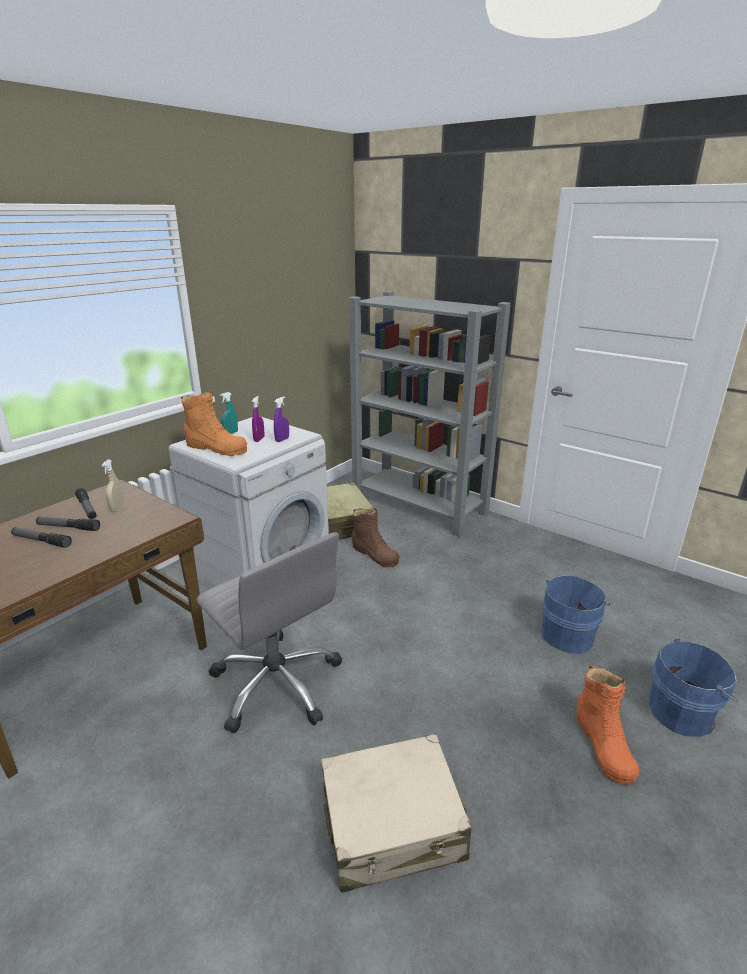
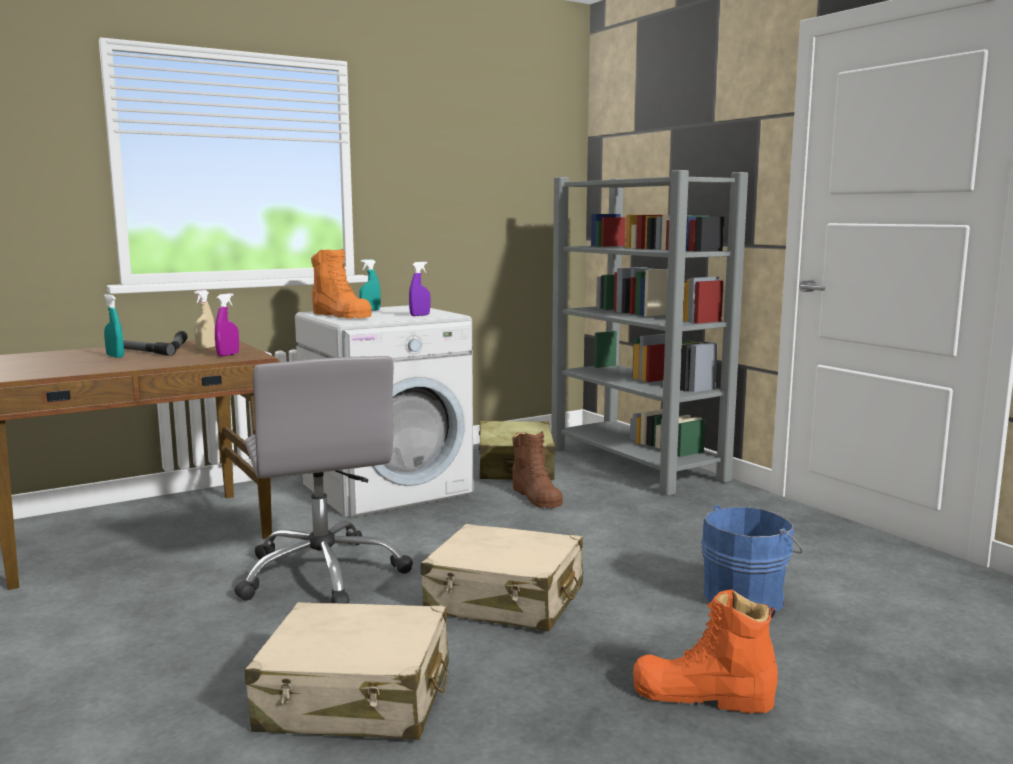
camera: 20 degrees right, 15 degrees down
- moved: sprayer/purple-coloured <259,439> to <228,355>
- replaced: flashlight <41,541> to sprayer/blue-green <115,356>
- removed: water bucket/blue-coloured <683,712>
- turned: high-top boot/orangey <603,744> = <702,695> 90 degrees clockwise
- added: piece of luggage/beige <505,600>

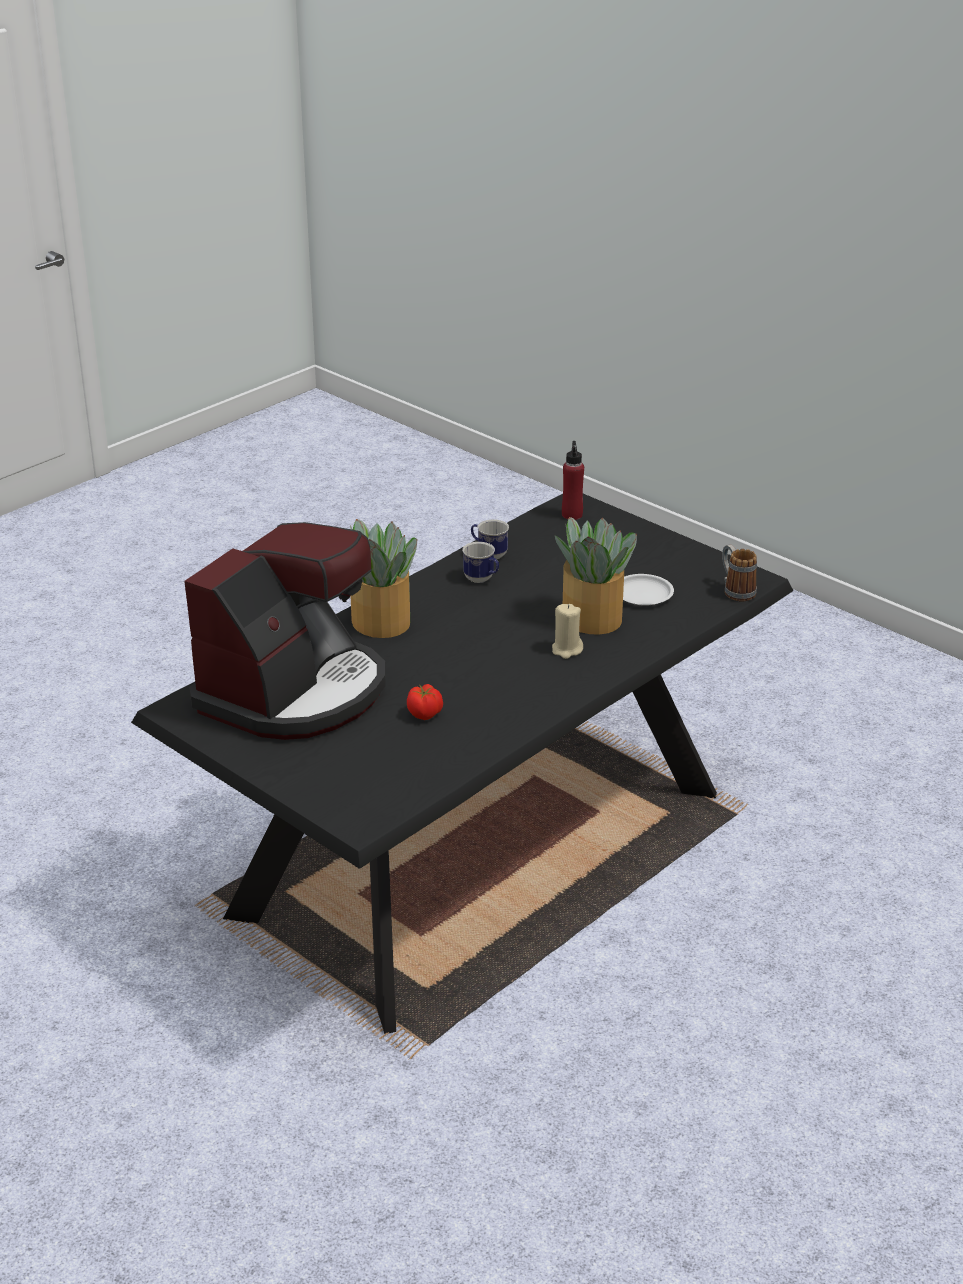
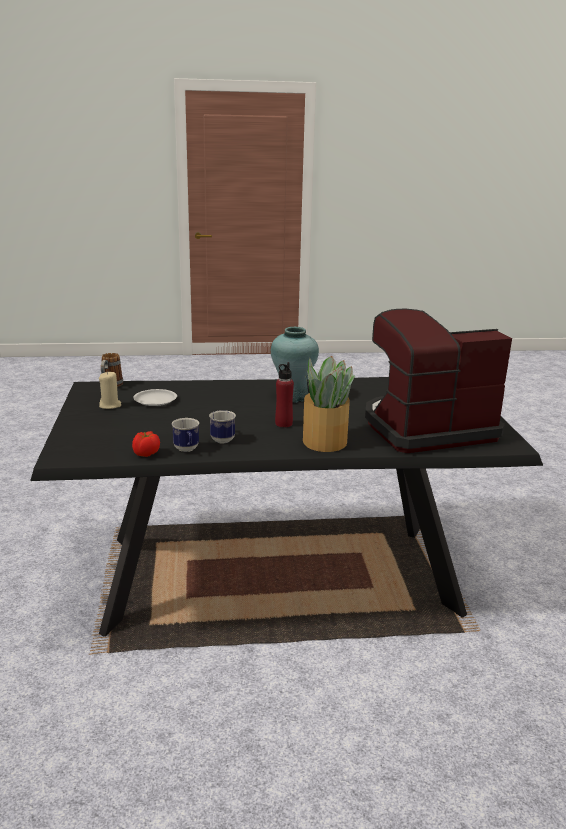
camera: 140 degrees left, 10 degrees down
- moved: beverage bottle/reddish <572,515> to <283,424>
- removed: houseplant <592,619>
- moved: candle/beige <566,650> to <110,405>
- moved: tomato <425,714> to <146,454>
- added: flower vase/blue-green <293,397>

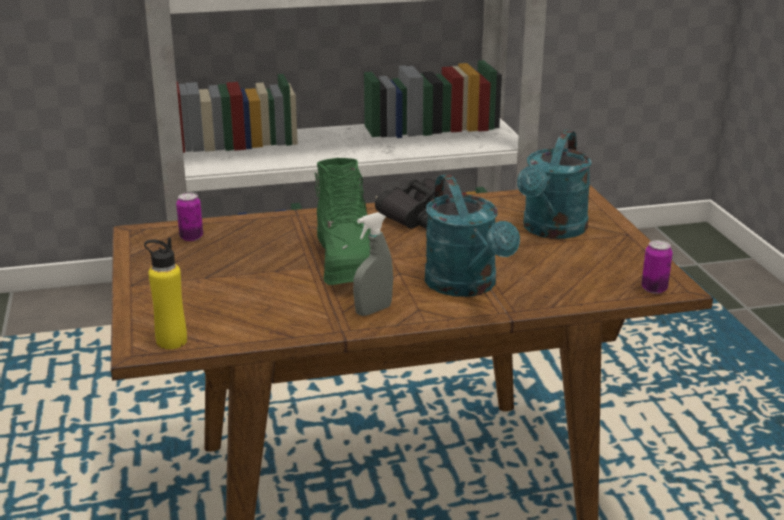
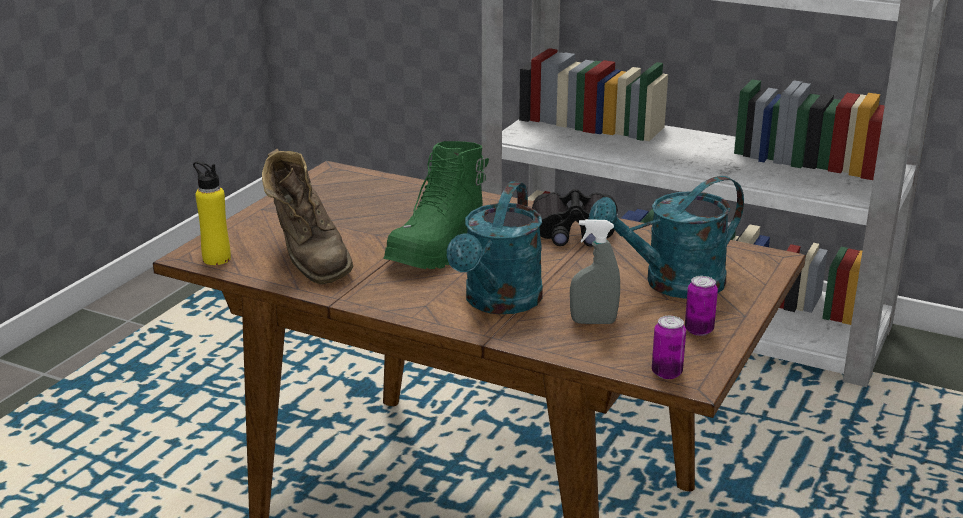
camera: 40 degrees right, 0 degrees up
- moved: can <191,237> to <699,330>
- moved: sprayer/greyish <373,310> to <593,322>
- added: high-top boot/brown <309,260>

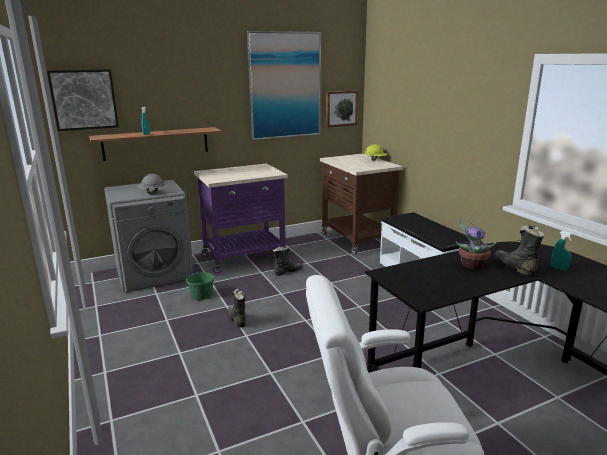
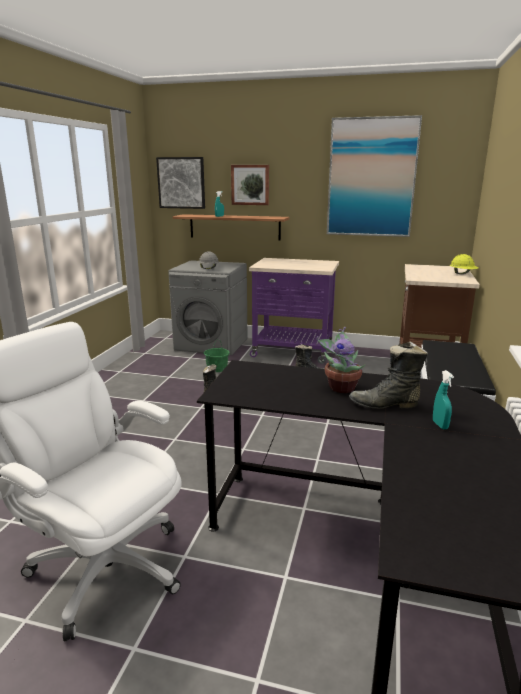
camera: 40 degrees right, 0 degrees up
- moved: picture <341,108> to <250,185>
- turned: high-top boot/black-coloured <514,267> = <385,405> 105 degrees counterclockwise

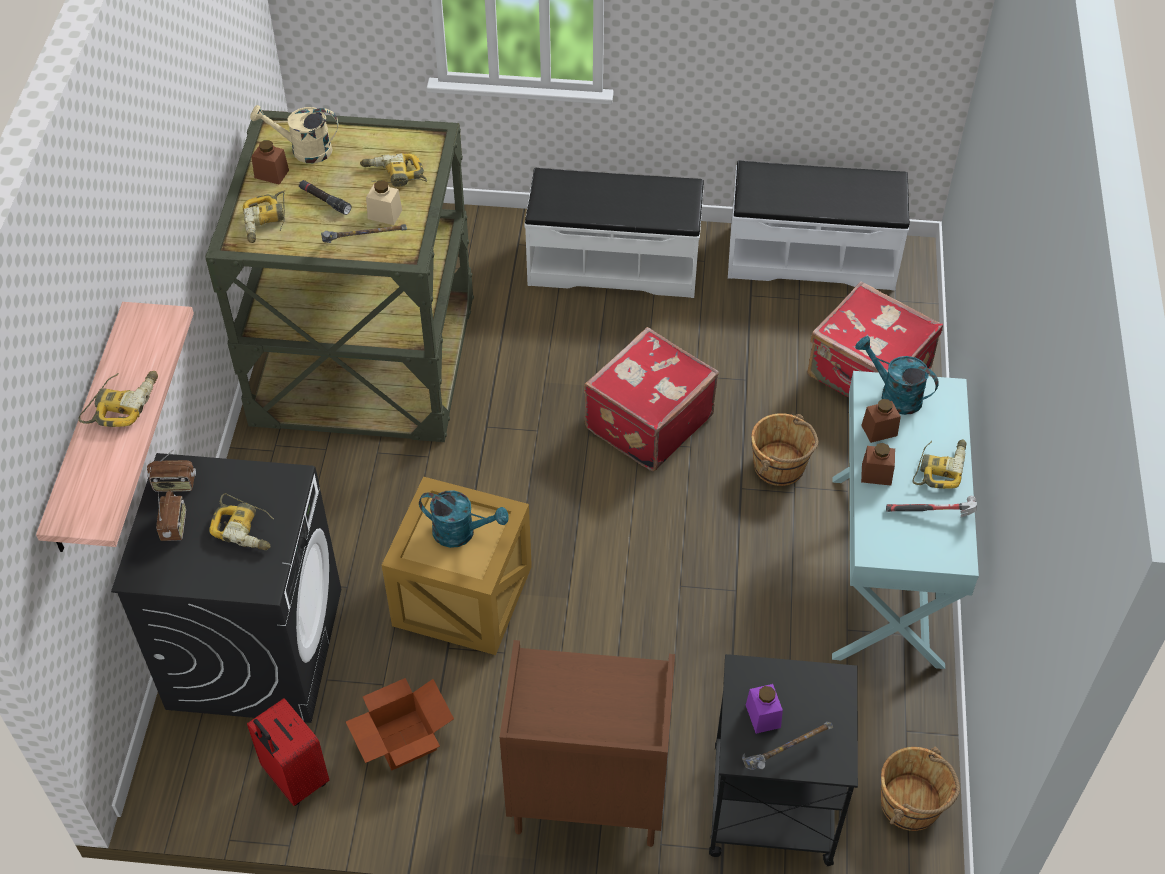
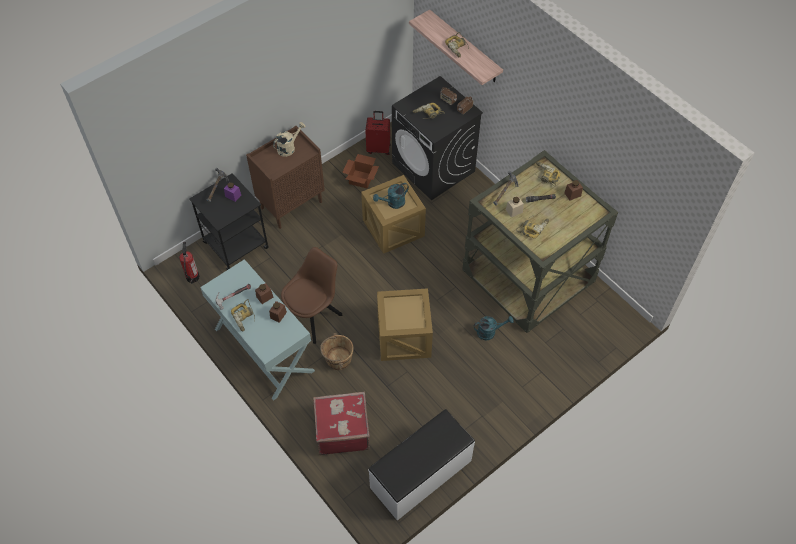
camera: 135 degrees right, 5 degrees up
- moved: sprinkling can/beige <304,150> to <289,147>
- removed: bench/white <613,264>
- replaced: piece of luggage/reddish <646,421> to packing crate <404,336>
- moved: sprinkling can/blue-green <894,395> to <489,332>
- replaced: water bucket/brown <911,804> to extinguisher <192,277>
- added: chair/brown <314,317>

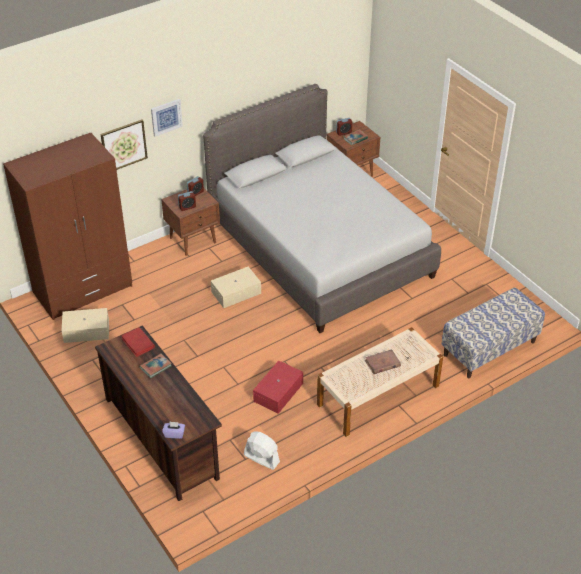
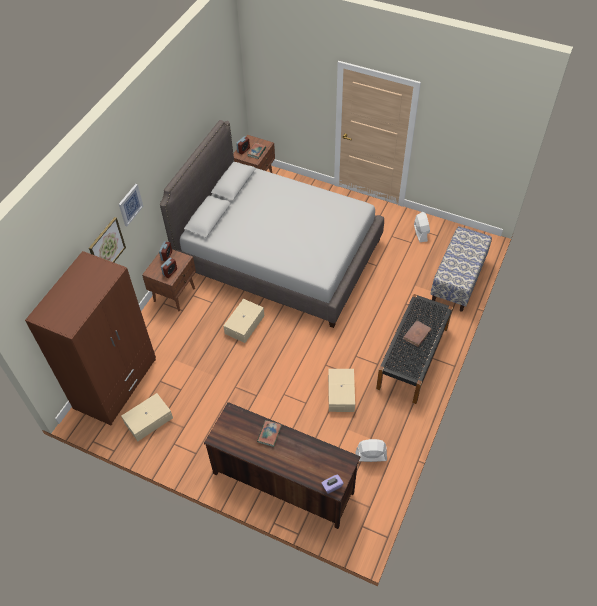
camera: 30 degrees left, 10 degrees up
- removed: volume/reddish <138,343>
- recoloured: bench/beige <378,396> to bench/black-coloured <413,358>
- recoloured: storage container/reddish <277,392> to storage container/beige <340,394>
- added: fan/white <420,233>

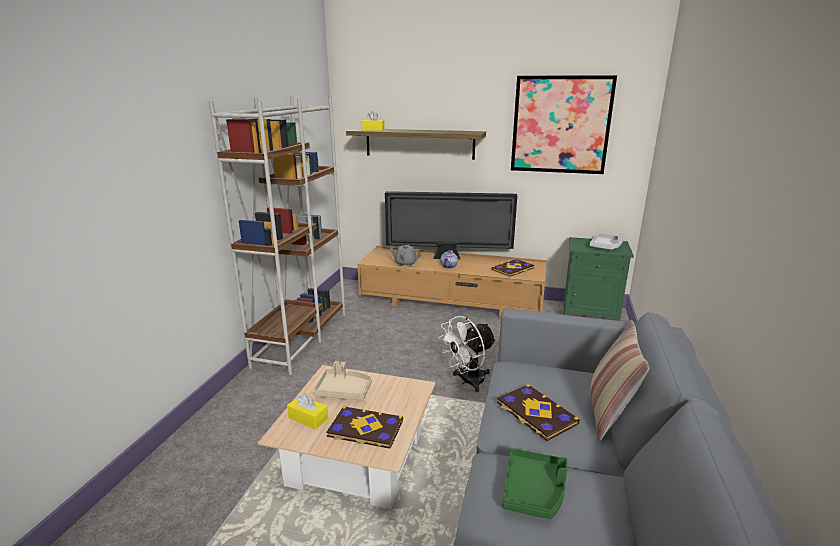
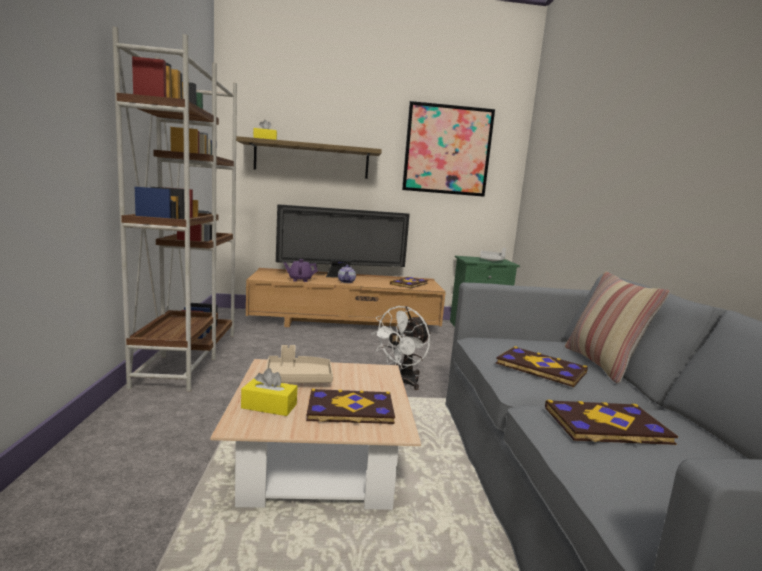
camera: 20 degrees left, 10 degrees down
- recoloured: tea pot/greyish <405,264> to tea pot/purple-coloured <300,280>
- replaced: tray/green <534,491> to volume <607,426>

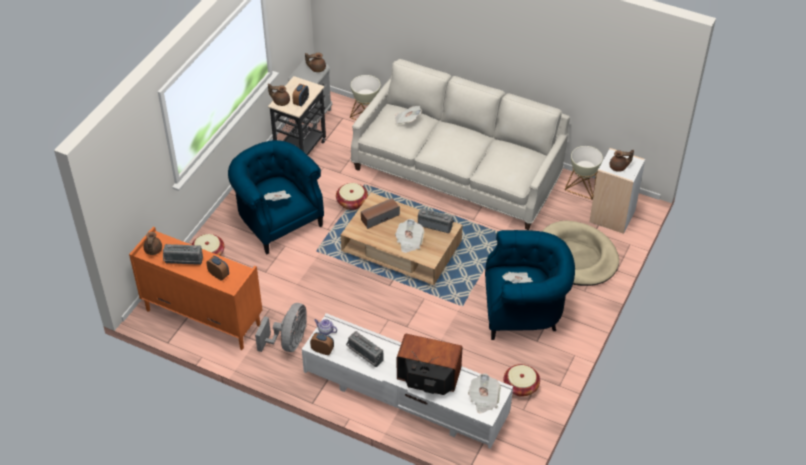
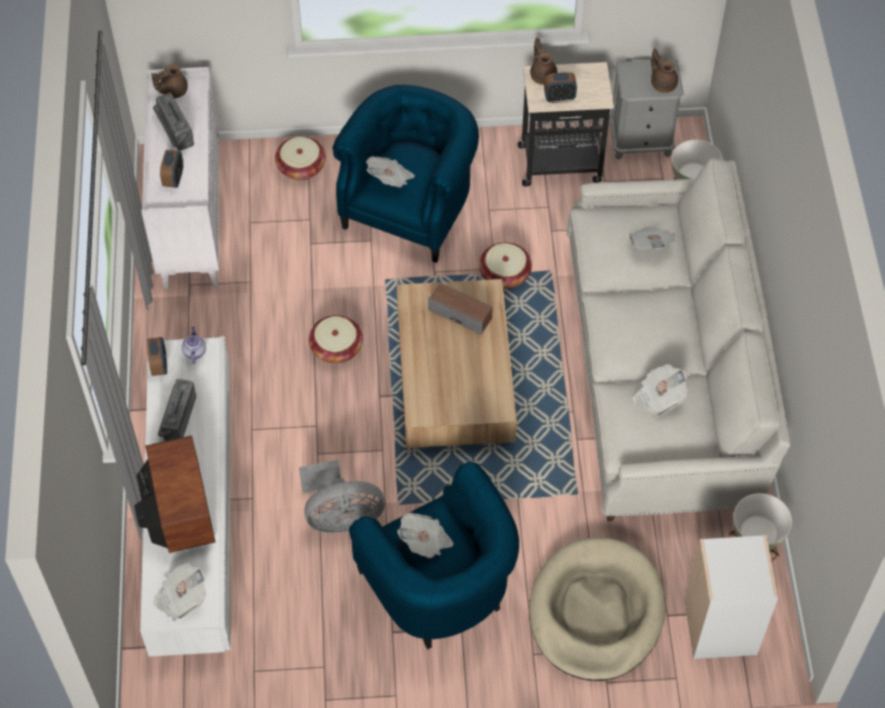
camera: 60 degrees right, 10 degrees up
- removed: tea pot/brown <619,167>
- removed: radio <435,225>
- moved: printed paper <409,242> to <658,398>
- recoloured: storage cabinet/orangey <202,317> to storage cabinet/white <192,219>
- moved: fan/greyish <288,342> to <341,517>
- moved: storage basket <521,386> to <336,348>

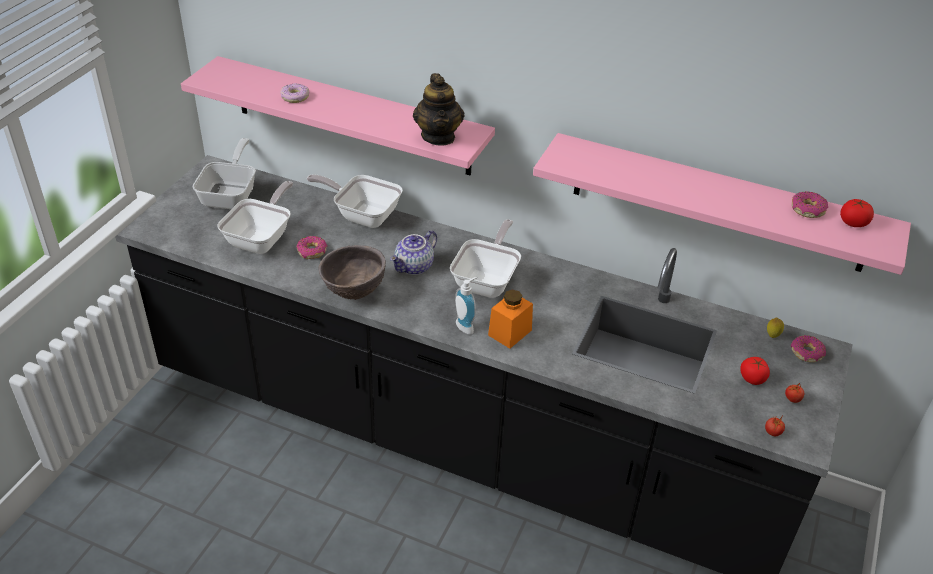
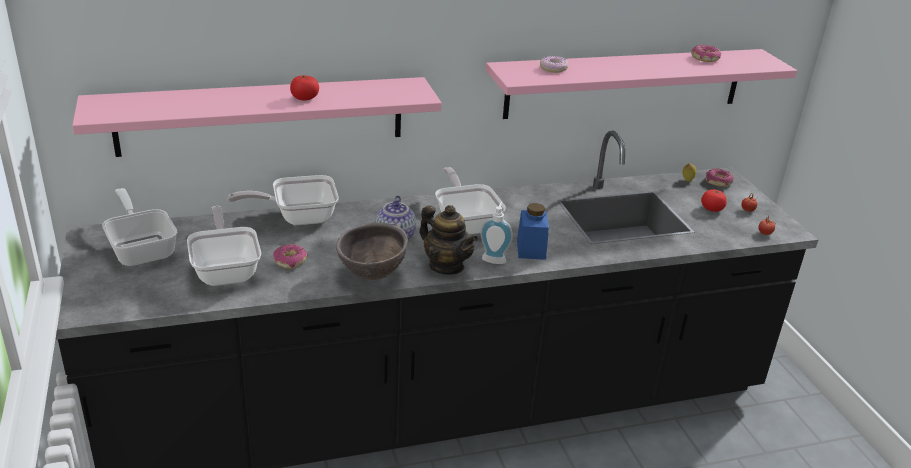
camera: 40 degrees left, 10 degrees down
- moved: tea pot <438,136> to <446,266>
- moved: donut <295,97> to <553,69>
- moved: tomato <853,223> to <305,98>
- recoloured: preserve jar/orangey <510,332> to preserve jar/blue-coloured <531,249>

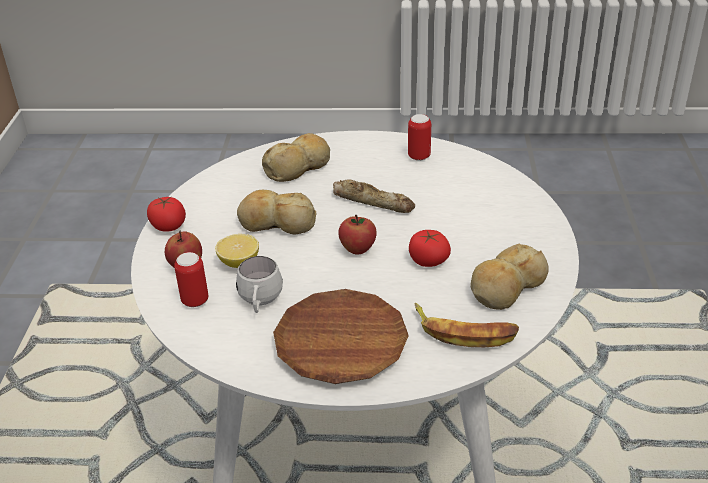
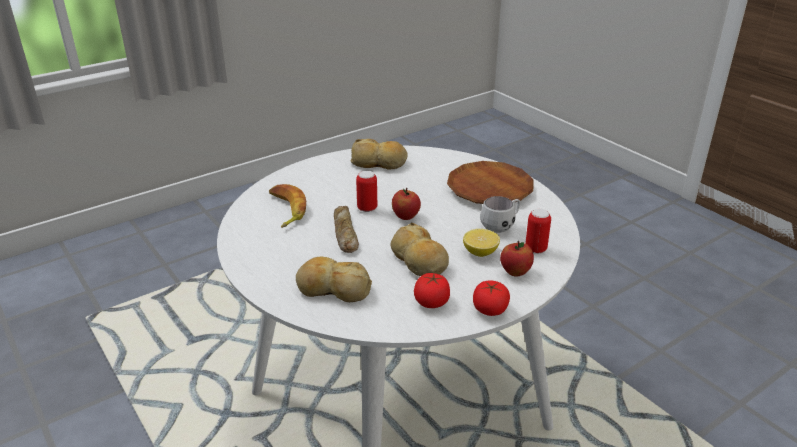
camera: 130 degrees left, 5 degrees down
- moved: can <419,156> to <367,208>
- moved: tomato <428,260> to <431,301>
- moved: banana <465,332> to <285,210>

